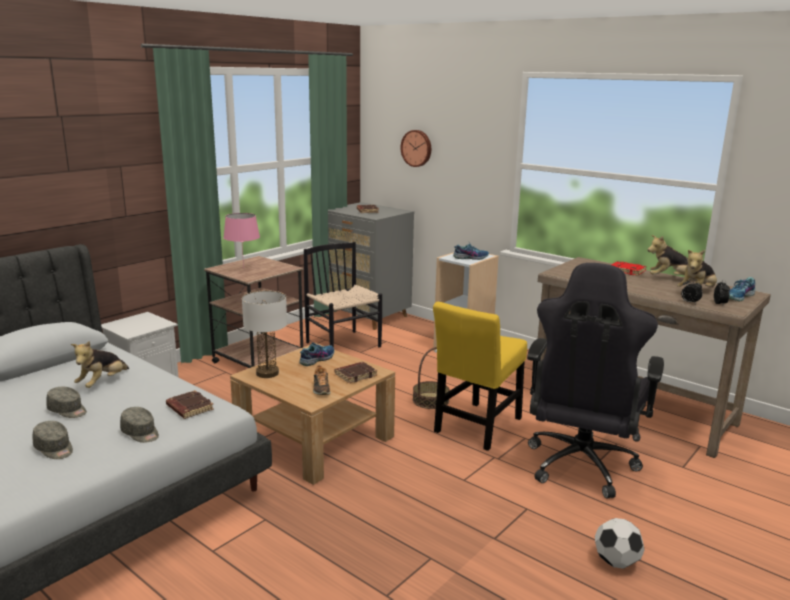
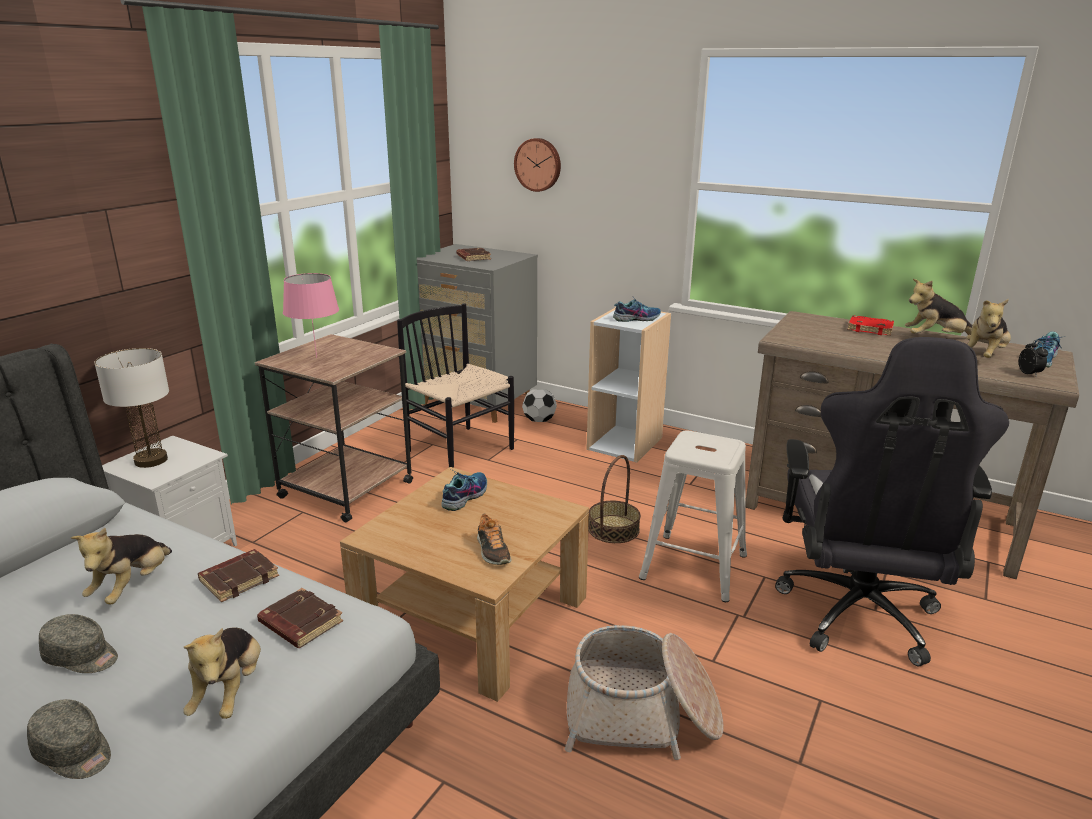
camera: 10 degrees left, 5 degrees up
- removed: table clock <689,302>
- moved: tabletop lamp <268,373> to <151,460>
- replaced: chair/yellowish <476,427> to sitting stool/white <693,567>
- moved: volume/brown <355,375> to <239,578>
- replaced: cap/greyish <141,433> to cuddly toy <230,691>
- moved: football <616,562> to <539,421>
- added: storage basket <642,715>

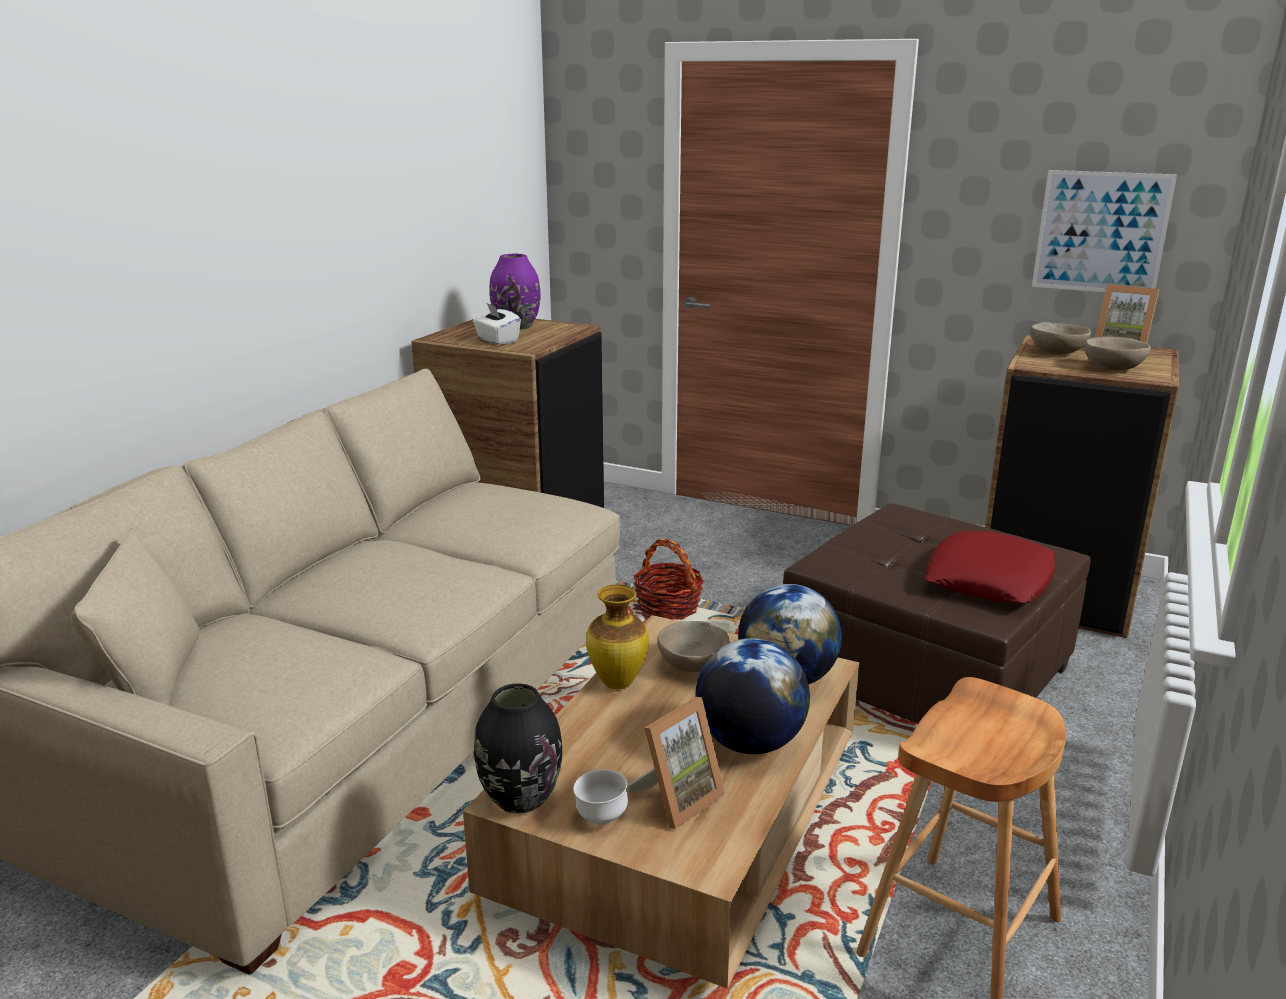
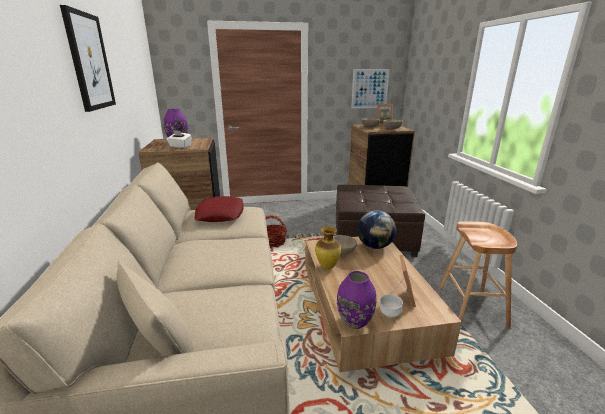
camera: 35 degrees left, 0 degrees up
- moved: cushion/reddish <988,579> to <220,214>
- removed: desk globe <750,743>
- recoloured: flower vase/black-coloured <520,797> to flower vase/purple-coloured <354,321>
- added: picture <89,62>

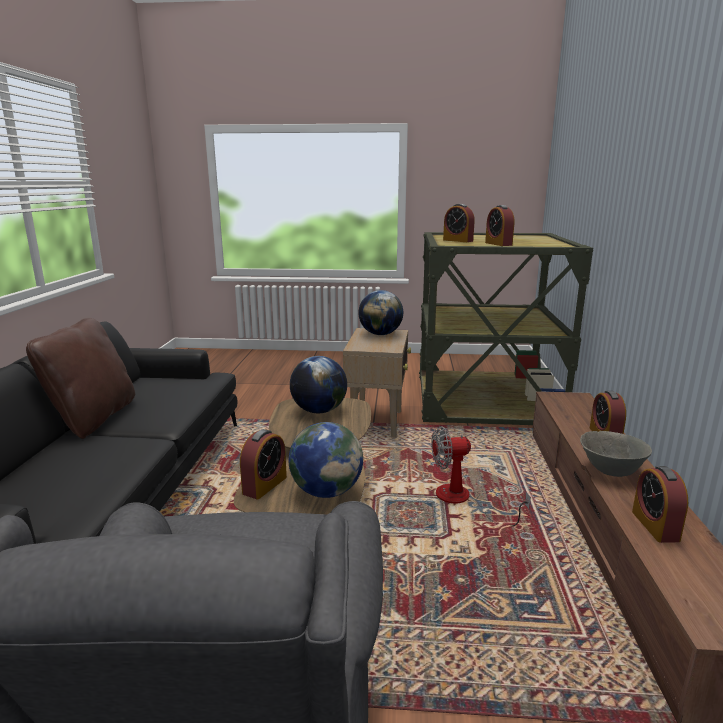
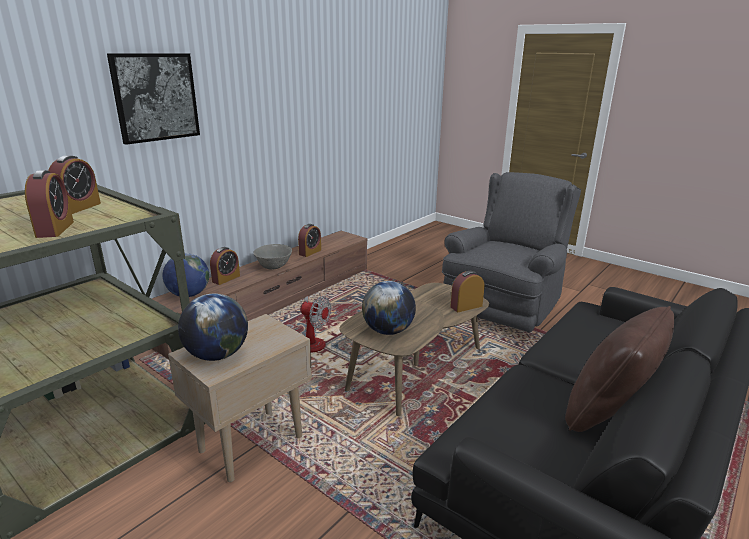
camera: 145 degrees left, 5 degrees up
- moved: desk globe <326,491> to <189,295>
- added: picture <155,97>

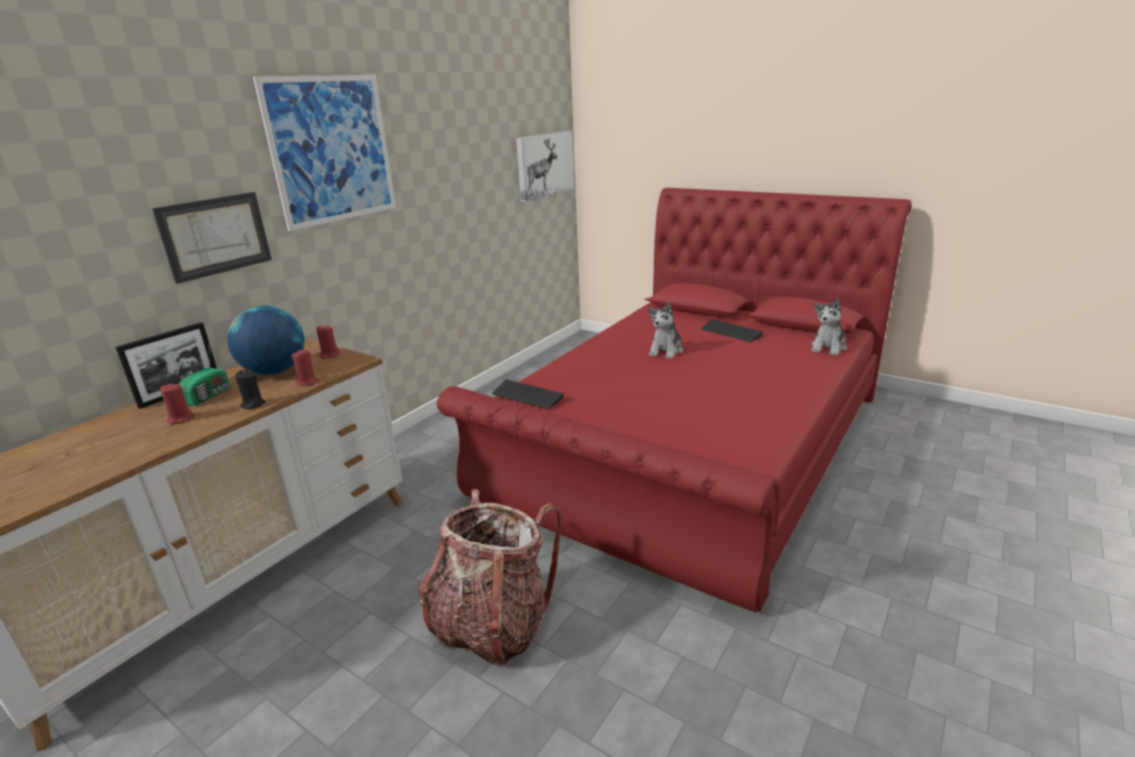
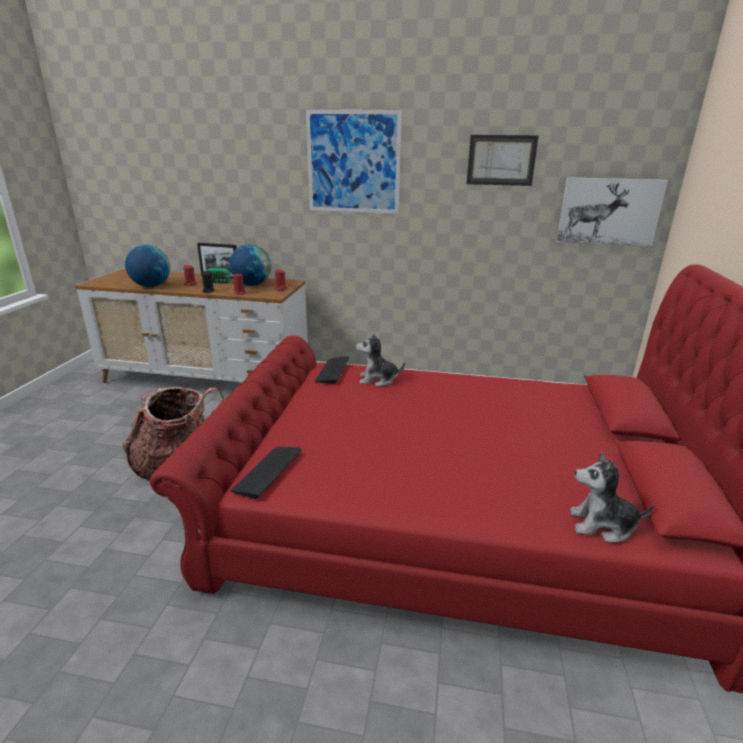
camera: 65 degrees right, 0 degrees up
- moved: picture <215,236> to <501,160>
- moved: cuddly toy <666,351> to <378,380>
- moved: keyboard <731,332> to <267,471>
- added: desk globe <151,286>

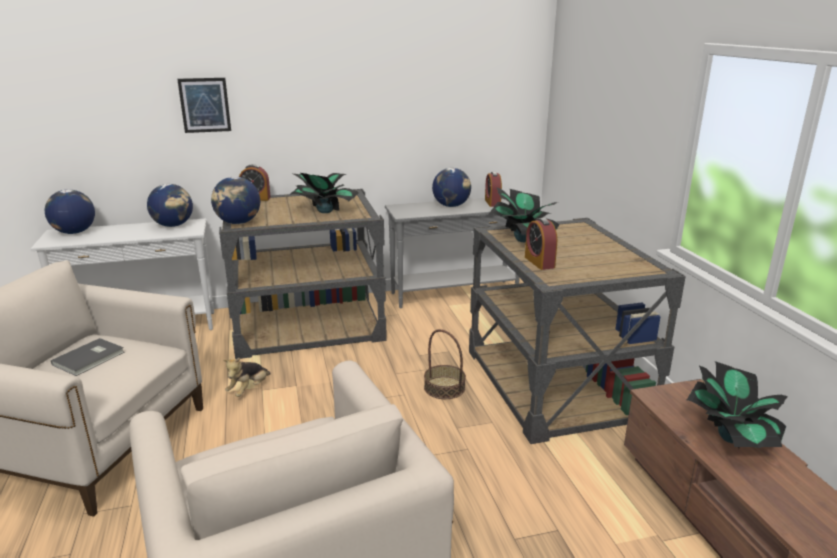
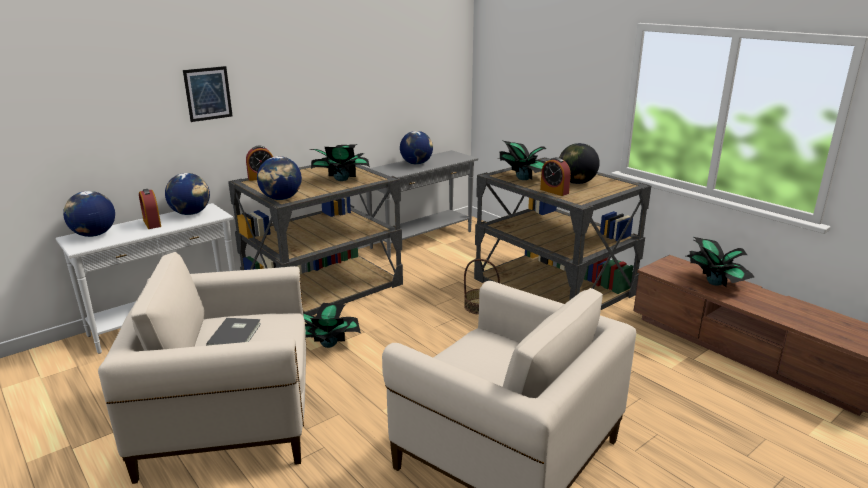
camera: 25 degrees left, 0 degrees up
- moved: table clock <492,203> to <152,223>
- replaced: cuddly toy <249,389> to houseplant <328,344>
- added: desk globe <576,183>

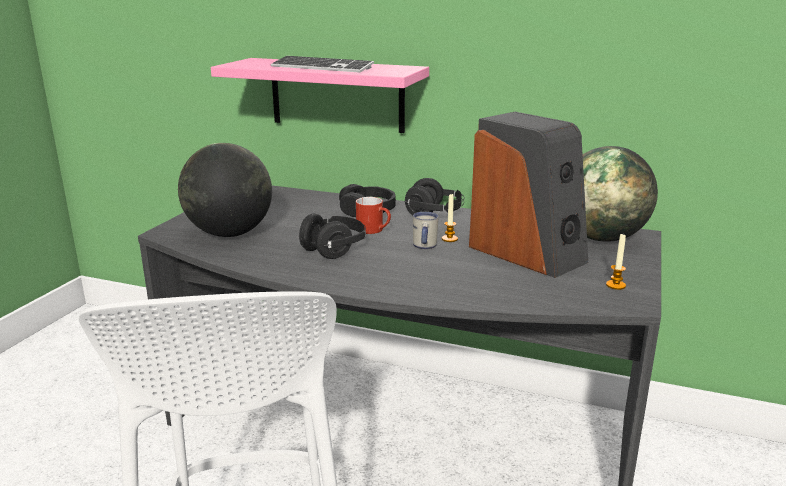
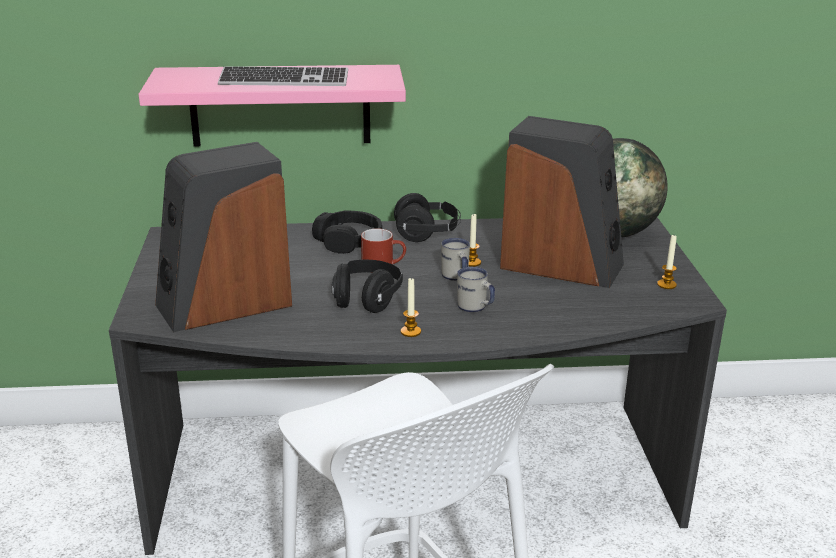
camera: 25 degrees left, 5 degrees up
- replaced: desk globe <230,234> to speaker <224,304>
- added: mug/white <475,308>
- added: candle <410,332>

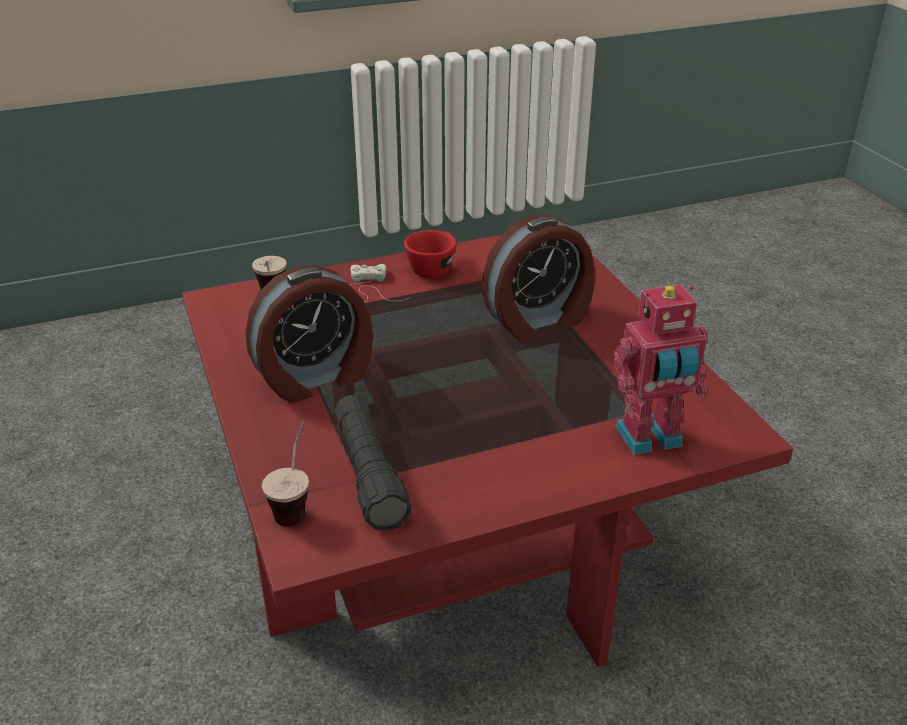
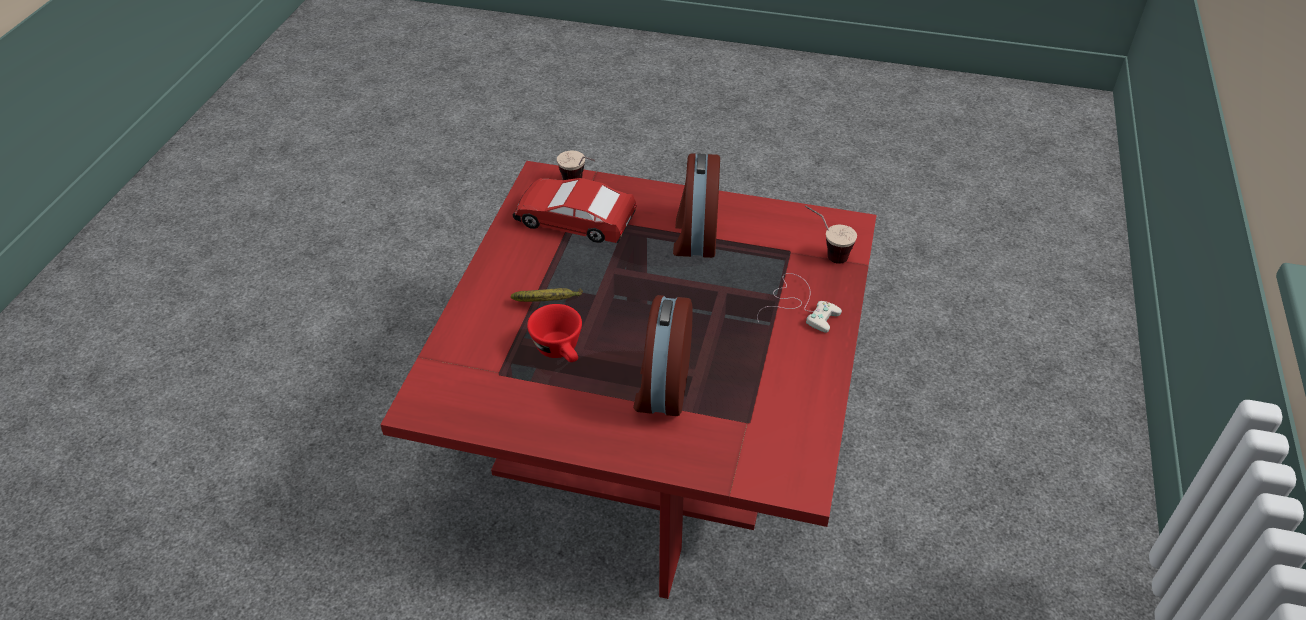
camera: 125 degrees right, 10 degrees up
- moved: small cup/reddish <433,267> to <561,351>
- removed: model robot <650,439>
- replaced: flashlight/black-coloured <369,474> to model car <574,220>
- added: banana <548,302>

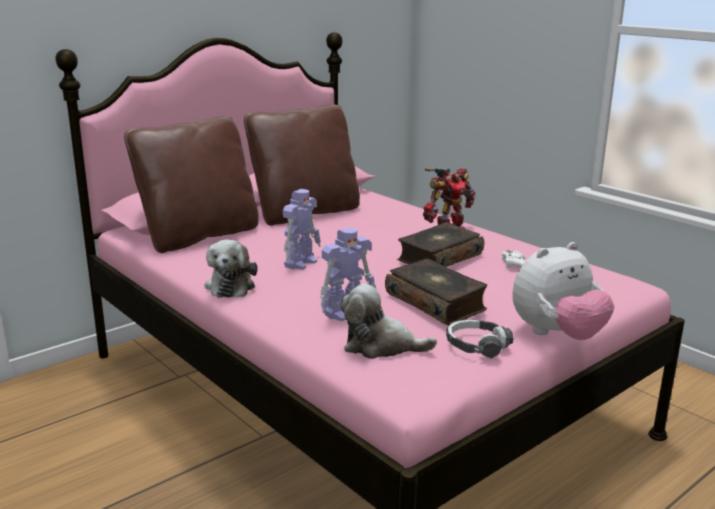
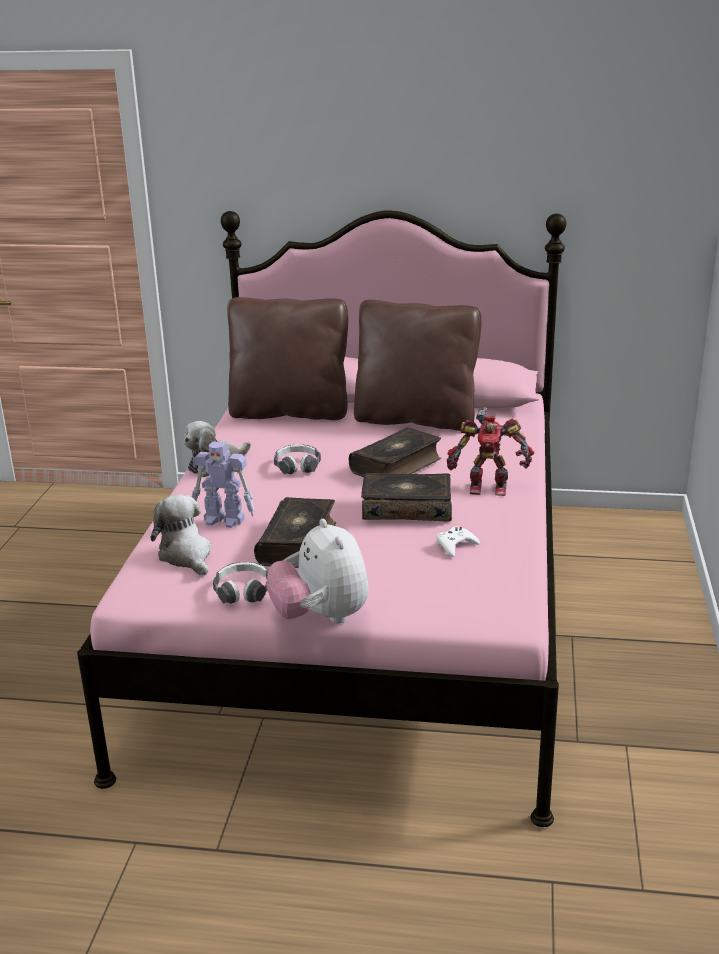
camera: 50 degrees right, 5 degrees up
- replaced: model robot <301,262> to headset <297,466>
- turned: cuddly toy <557,335> = <321,617> 45 degrees clockwise
- added: volume <397,466>

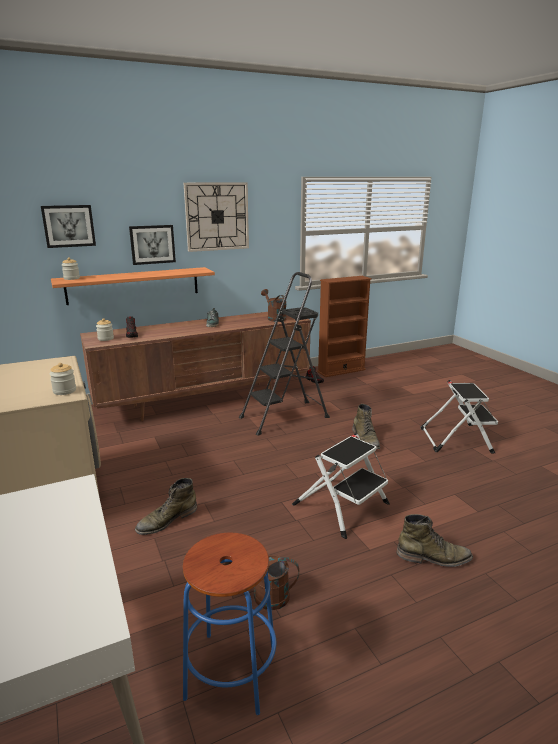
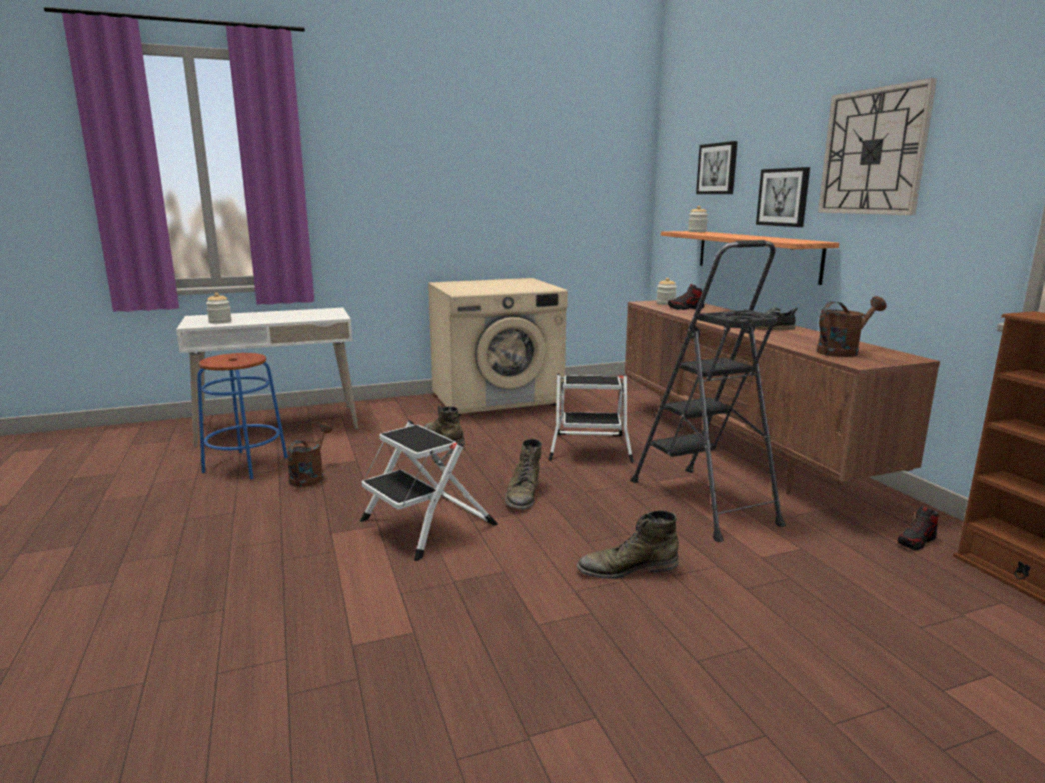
camera: 95 degrees right, 5 degrees down
- moved: preserve jar <64,391> to <220,321>
- moved: stepladder <457,438> to <589,448>
- moved: high-top boot/green <434,558> to <523,495>

